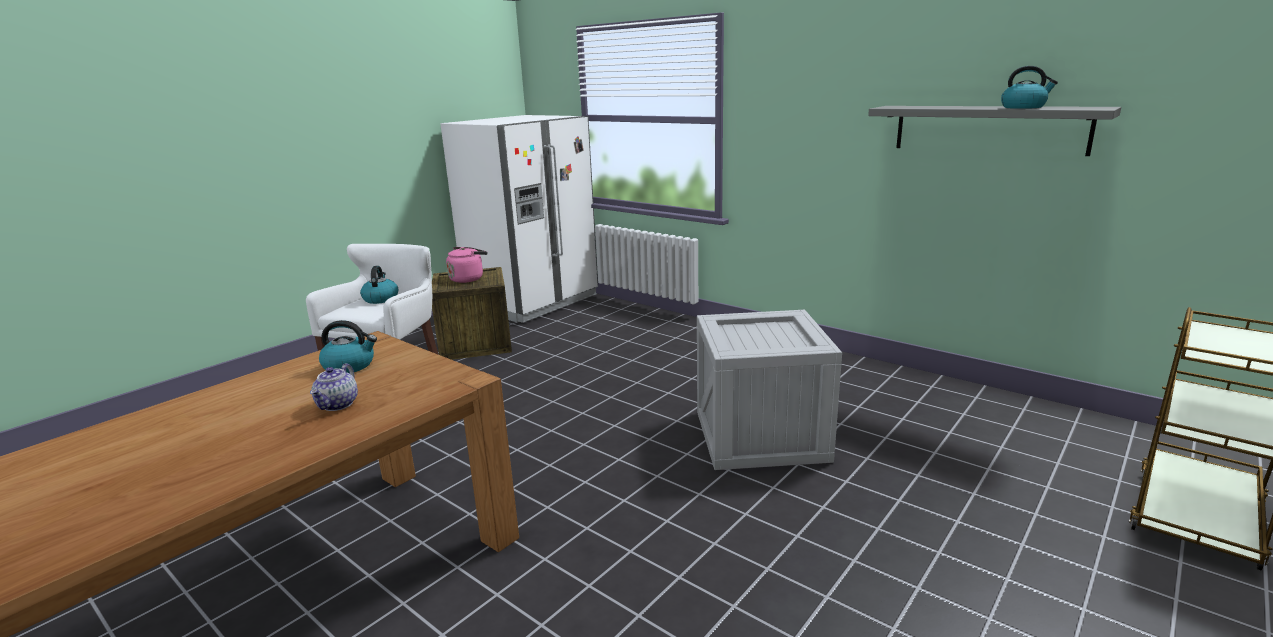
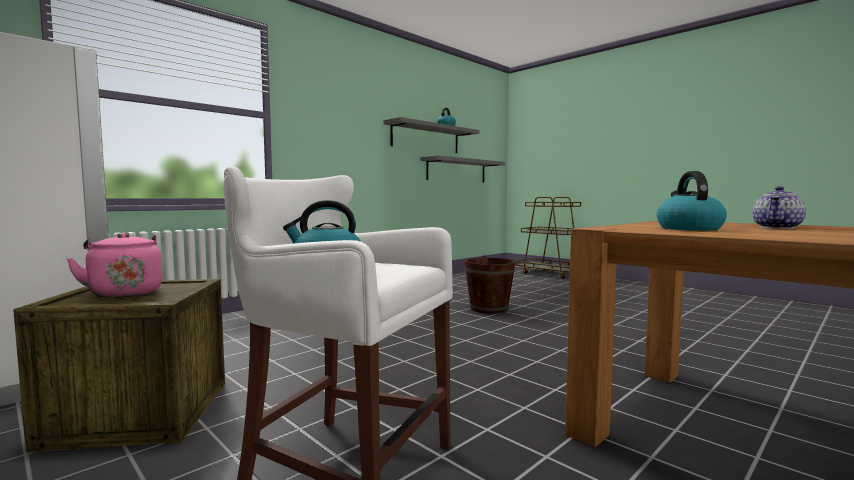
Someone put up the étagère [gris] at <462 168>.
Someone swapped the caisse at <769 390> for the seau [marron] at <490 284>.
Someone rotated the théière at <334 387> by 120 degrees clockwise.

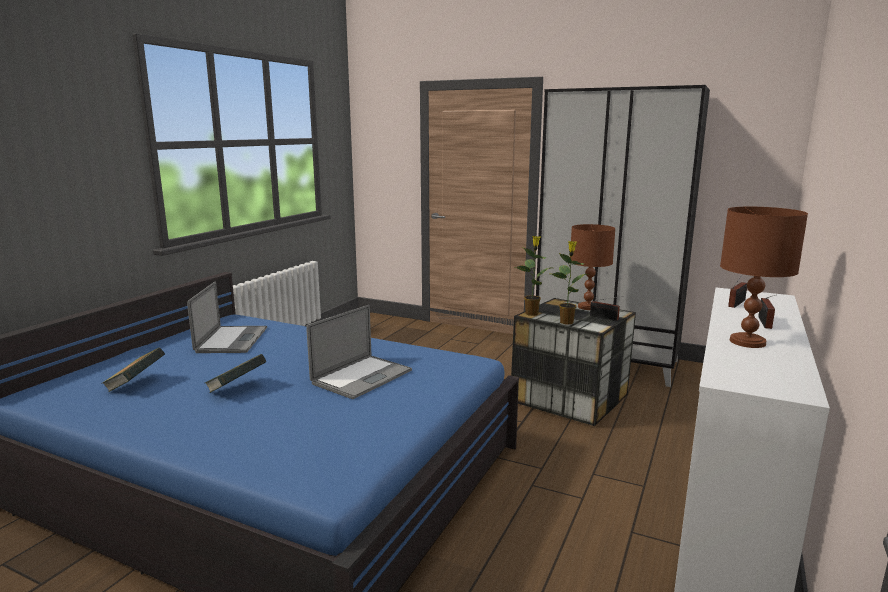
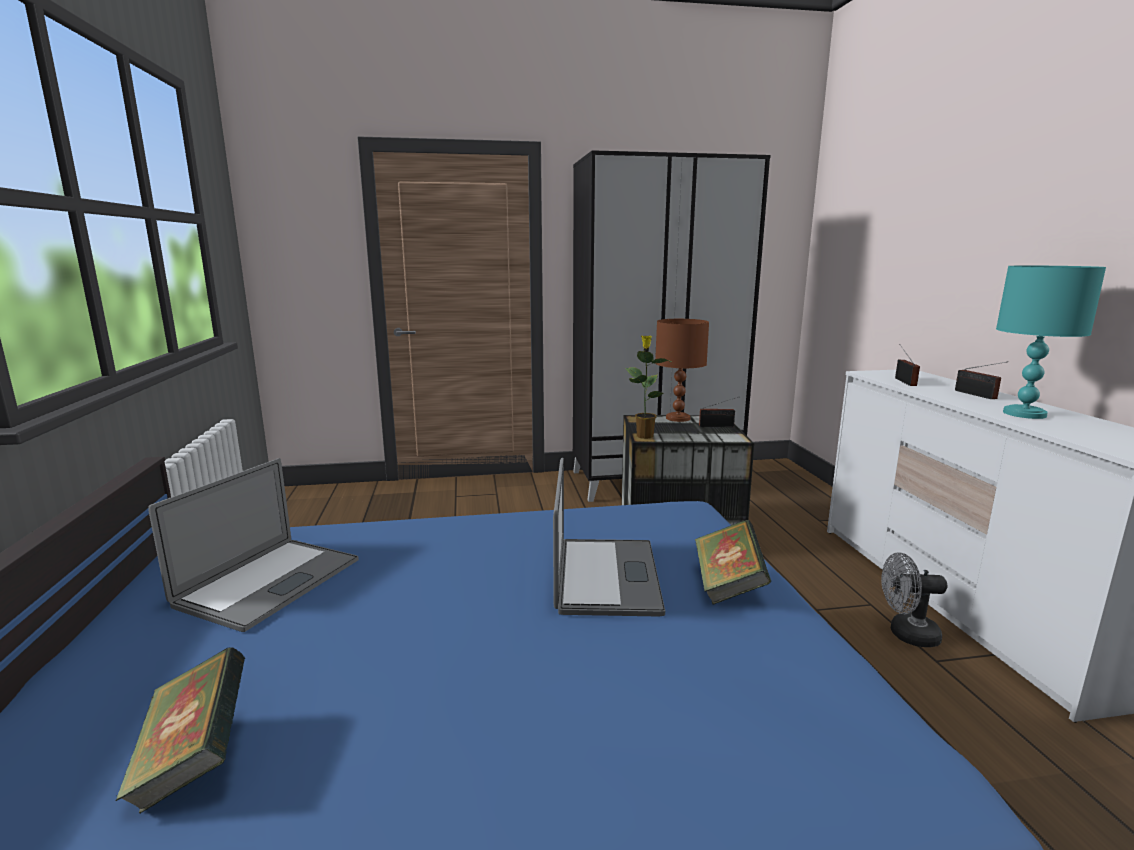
Someone rotated the ordinateur portable at <227 317> by 60 degrees clockwise.
Someone carried the livre from <235 373> to <733 562>.
Someone put down the ventilateur [gris] at <914 600>.
Someone repainted the lampe de table [marron] at <764 277>, which became the lampe de table [turquoise] at <1051 342>.
Someone took away the plante en pot at <568 283>.

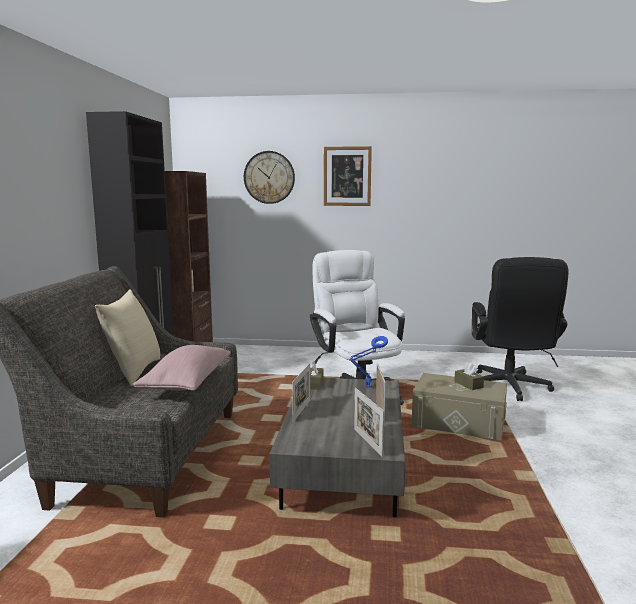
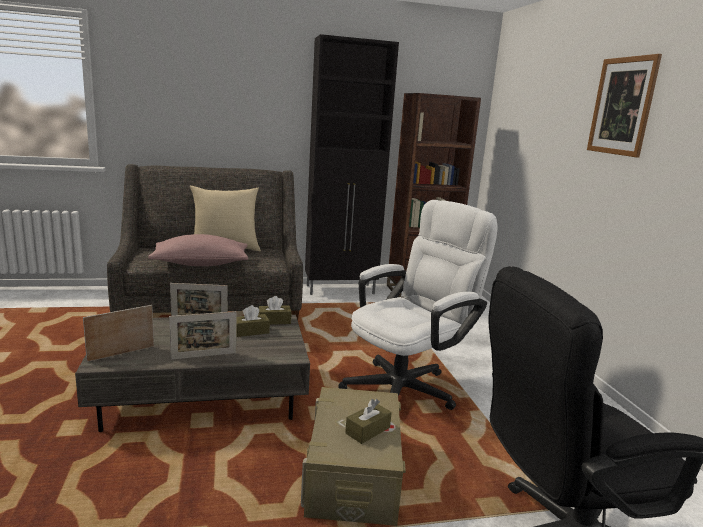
Someone put down the boîte à mouchoirs [marron] at <253 321>.
Someone took away the horloge murale at <269 177>.
Someone took away the lampe de table [bleu] at <369 362>.

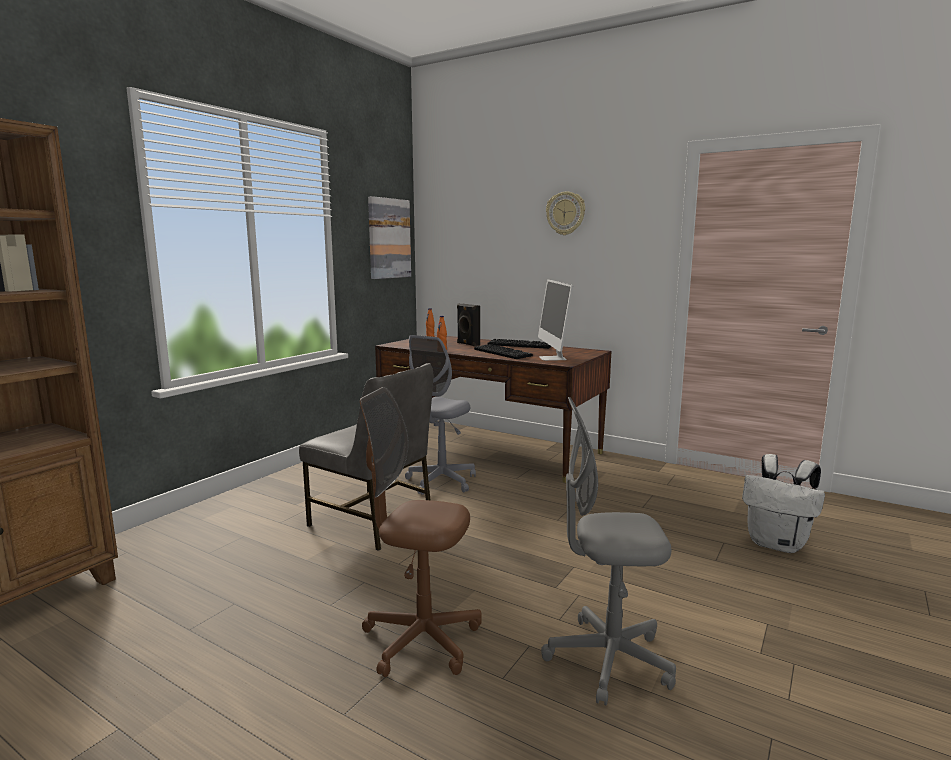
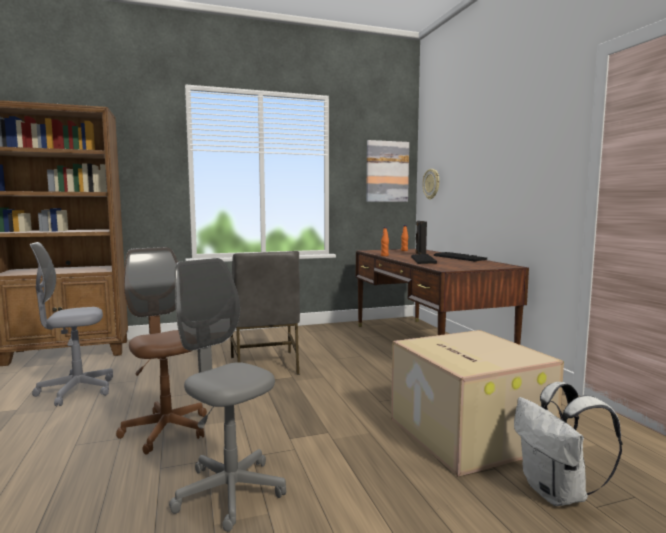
Someone carried the chaise de bureau [gris] from <440 415> to <71 324>.
Someone put down the carton at <477 403>.
Someone carried the horloge murale from <565 213> to <430 184>.
Someone took away the écran d'ordinateur at <555 320>.

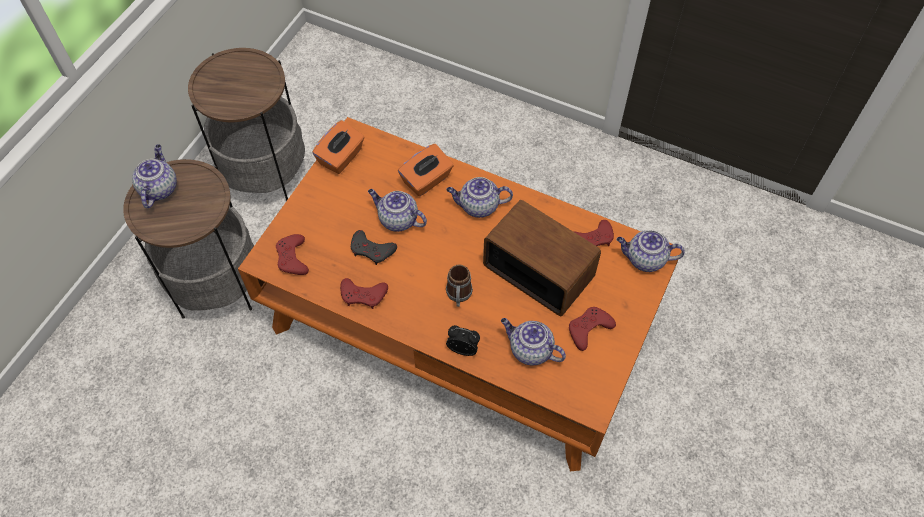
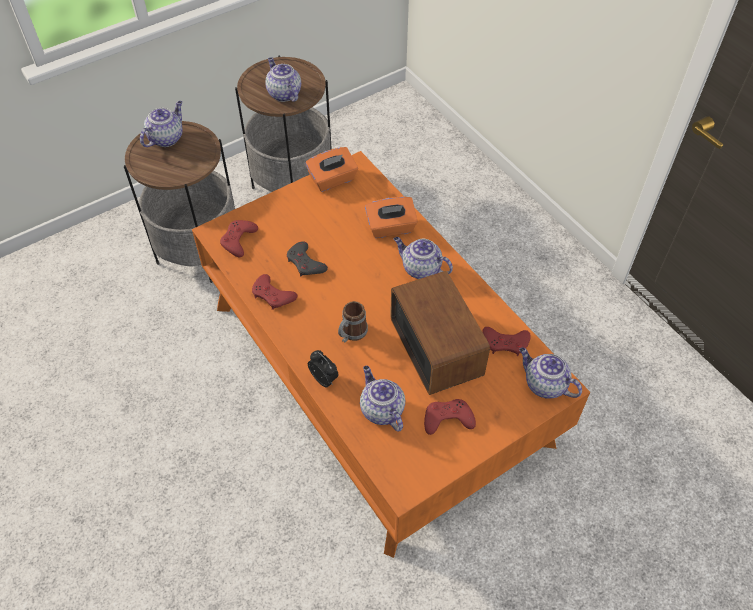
Someone carried the théière from <397 210> to <283 79>.

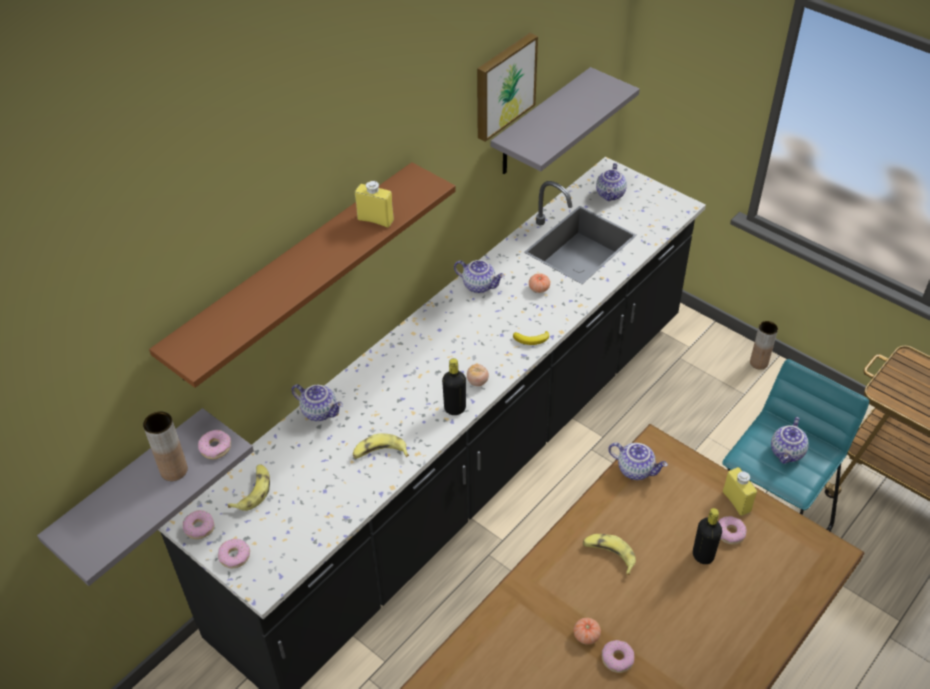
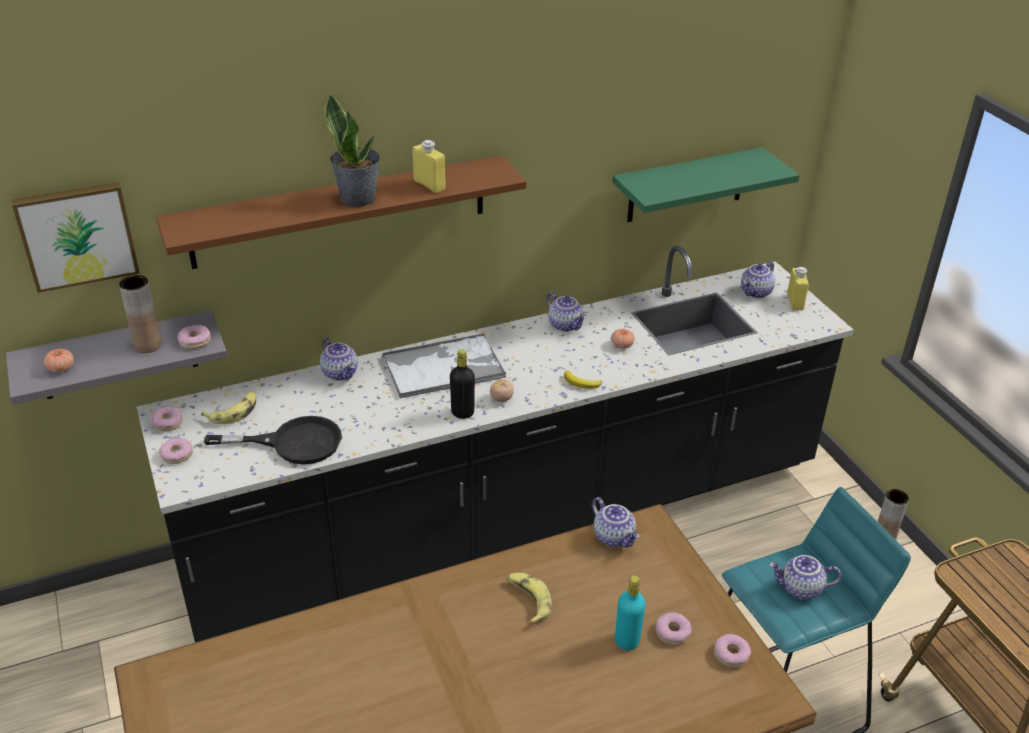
Someone carried the tableau from <507 87> to <76 237>.
Someone carried the tomate from <587 631> to <59 361>.
Someone put down the poêle [noir] at <273 440>.
Someone put down the plante en pot at <353 150>.
Someone put down the plateau at <444 365>.
Someone repainted the étagère [gris] at <565 120>, which became the étagère [vert] at <705 184>.
Someone repainted the bouteille [noir] at <707 536>, which became the bouteille [turquoise] at <630 612>.
Someone carried the beignet from <618 656> to <732 651>.
Someone rotated the théière at <790 440> by 45 degrees clockwise.
Someone carried the bouteille [jaune] from <740 491> to <798 288>.
Someone took away the banane at <381 446>.

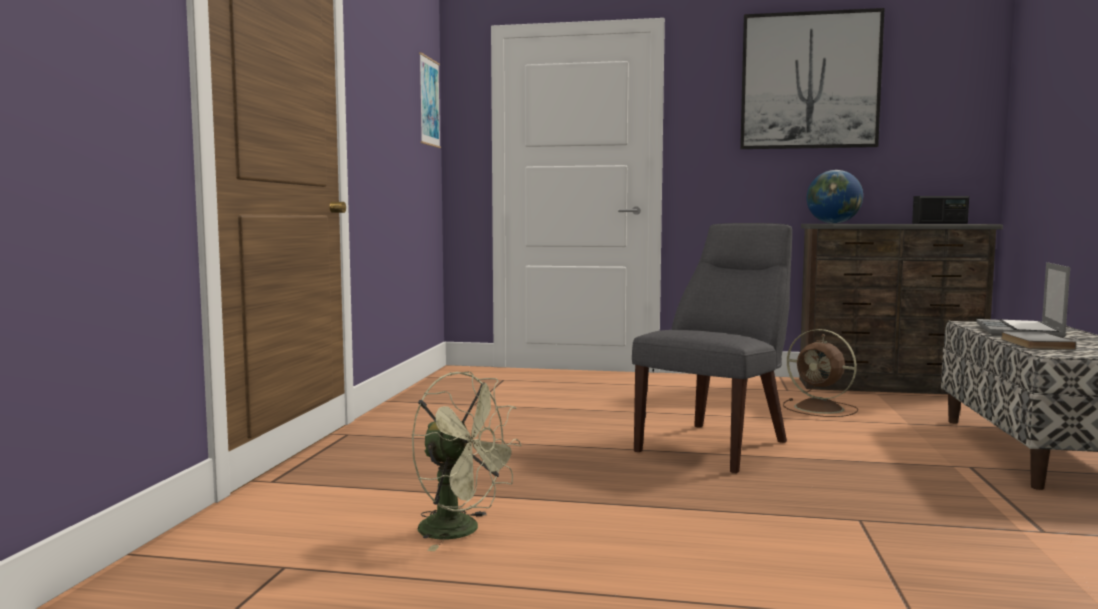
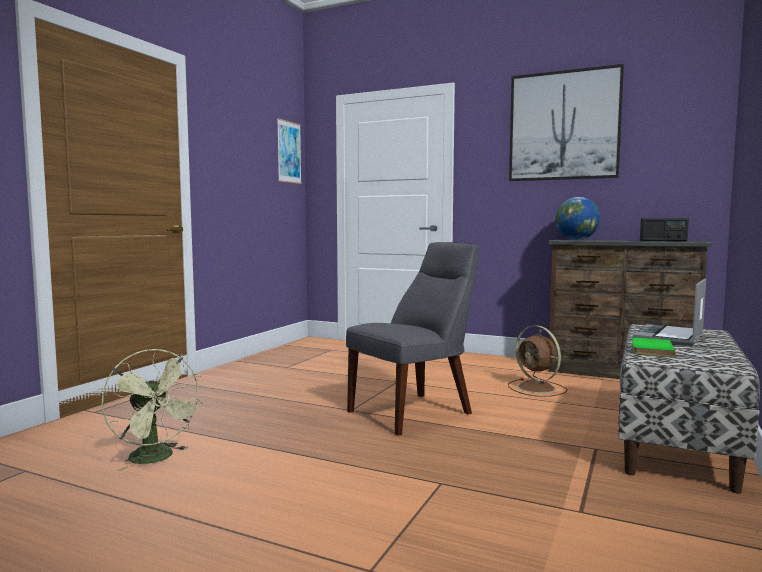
Someone repainted the livre [gris] at <1038 340>, which became the livre [vert] at <653 347>.

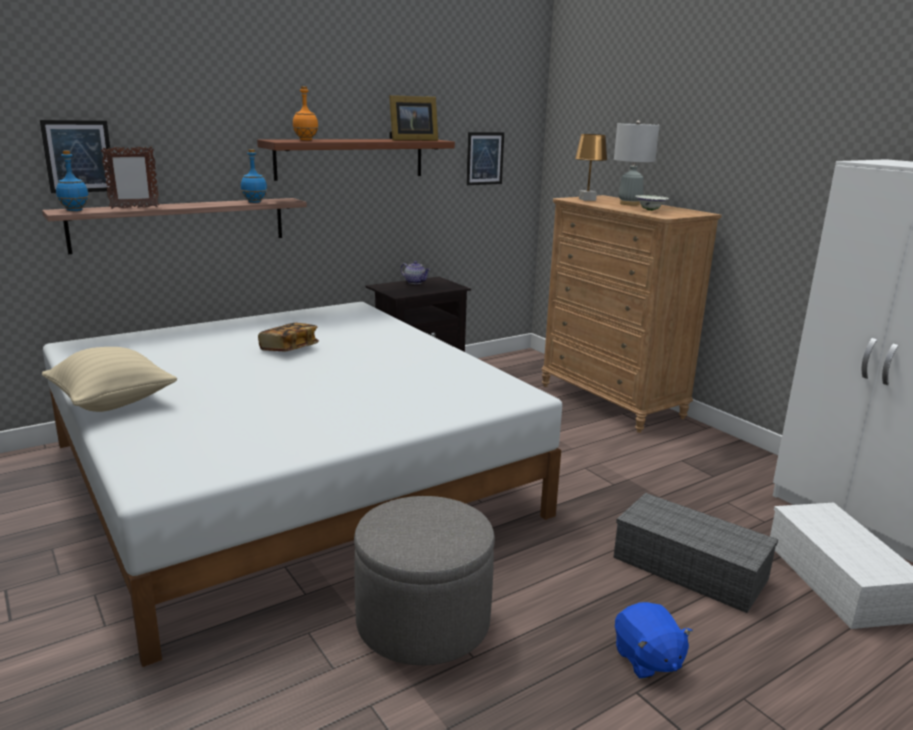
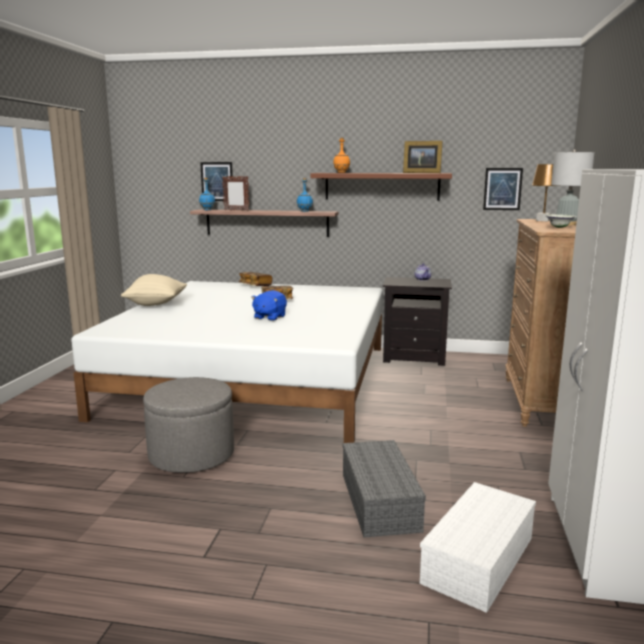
Someone put down the livre at <255 279>.
Someone carried the peluche [bleu] from <654 640> to <269 305>.

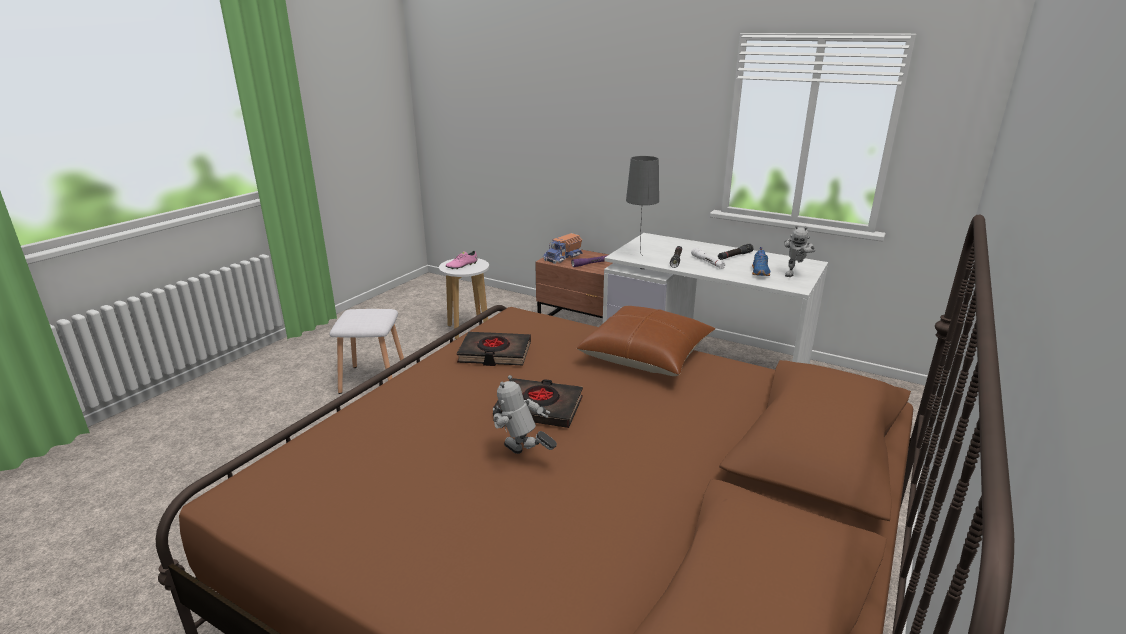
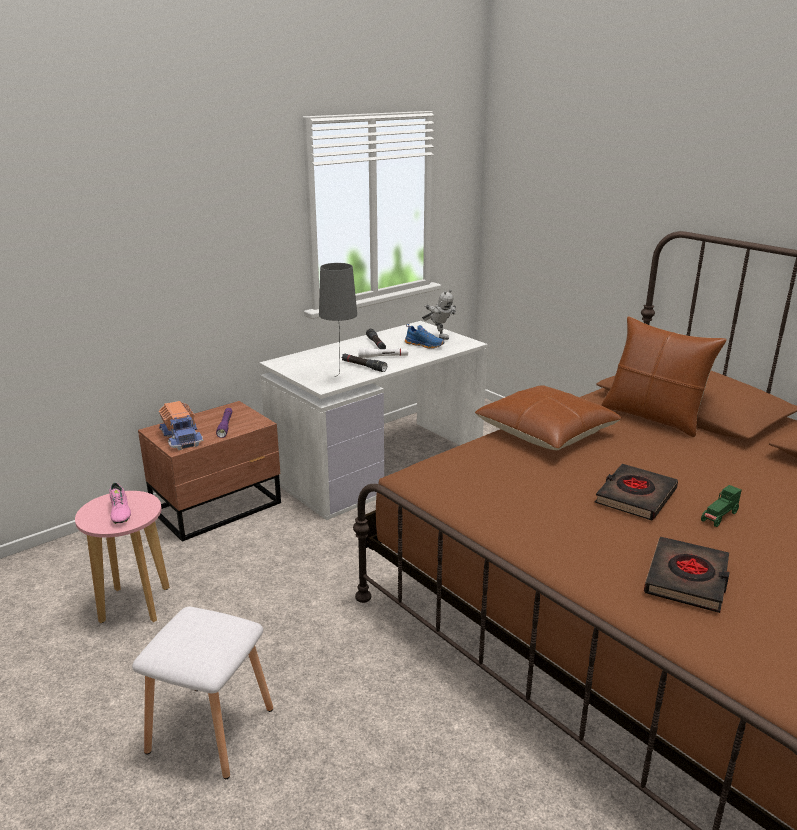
Someone repainted the tabouret [blanc] at <464 298>, which became the tabouret [rose] at <122 557>.
Someone put down the coussin [marron] at <664 376>.
Someone carried the livre [noir] from <494 349> to <686 575>.
Someone swapped the robot jouet at <525 414> for the petite voiture [vert] at <721 506>.

